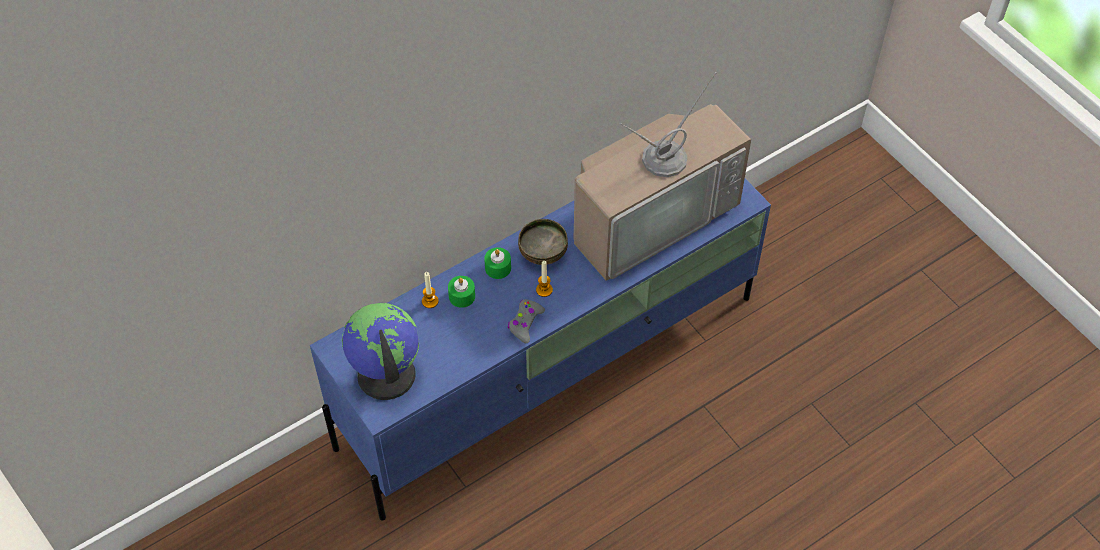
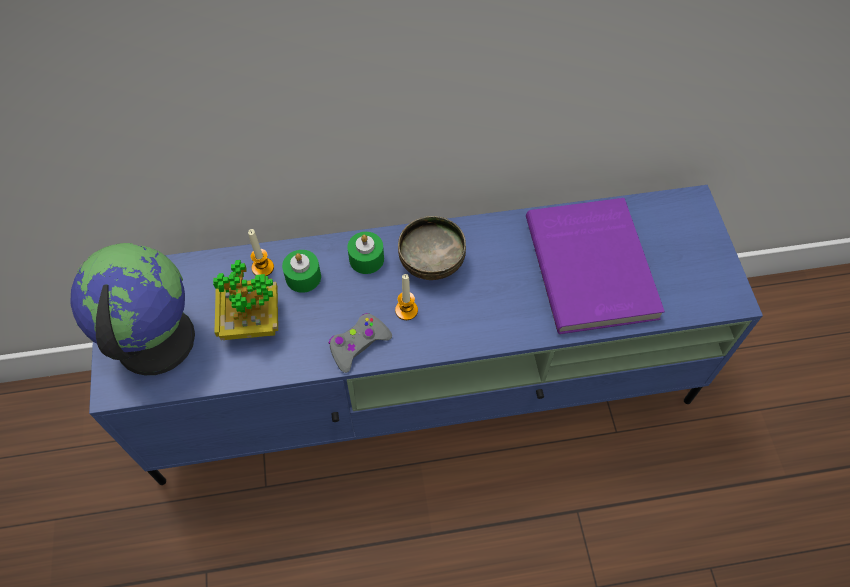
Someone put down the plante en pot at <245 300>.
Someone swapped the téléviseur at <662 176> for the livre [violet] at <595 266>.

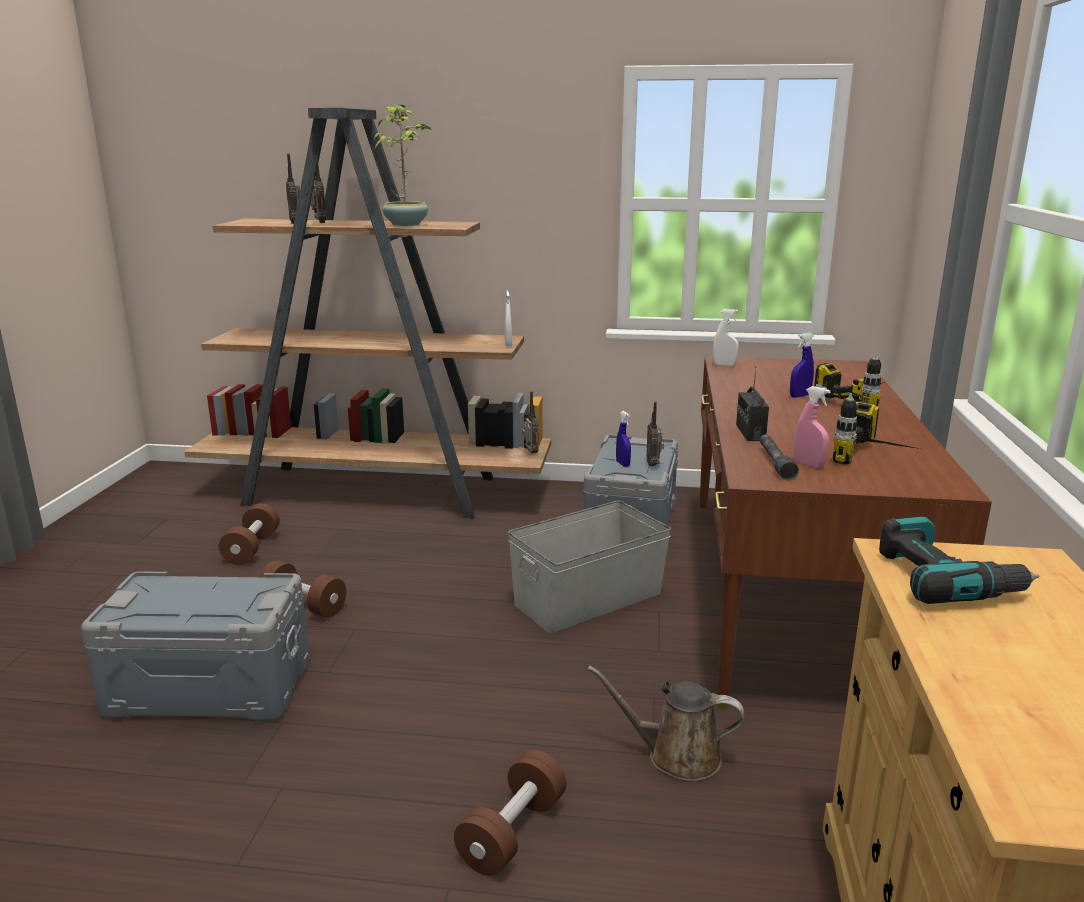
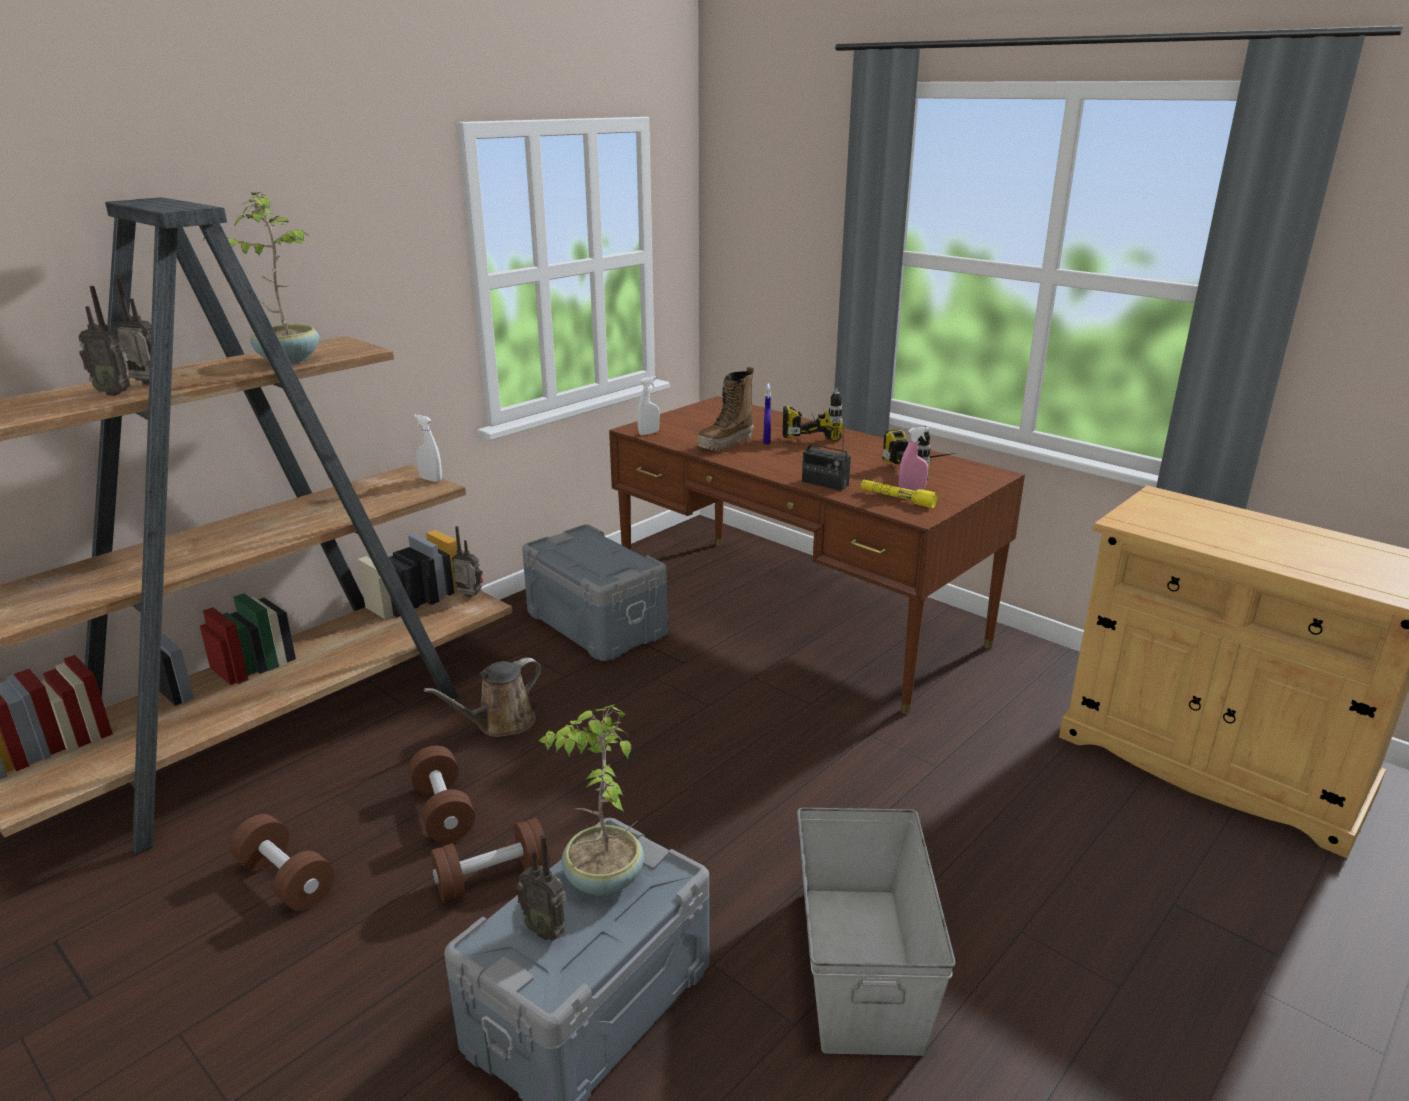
Someone carried the haltère [marron] from <510 813> to <442 794>.
Someone carried the arrosoir [marron] from <665 723> to <482 697>.
Someone carried the radio from <655 434> to <541 888>.
Someone put down the plante en pot at <591 800>.
Someone put down the botte at <725 408>.
Someone carried the boîte de rangement [gris] from <589 567> to <876 932>.
Someone repainted the lampe de poche [gris] at <779 457>, which became the lampe de poche [jaune] at <899 494>.
Someone took away the vaporisateur [bleu] at <623 439>.
Someone took away the perceuse at <959 560>.

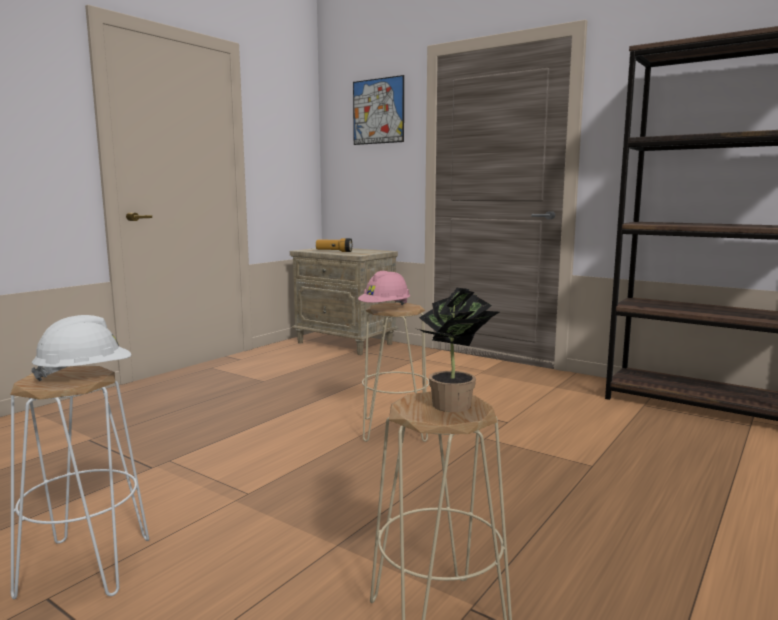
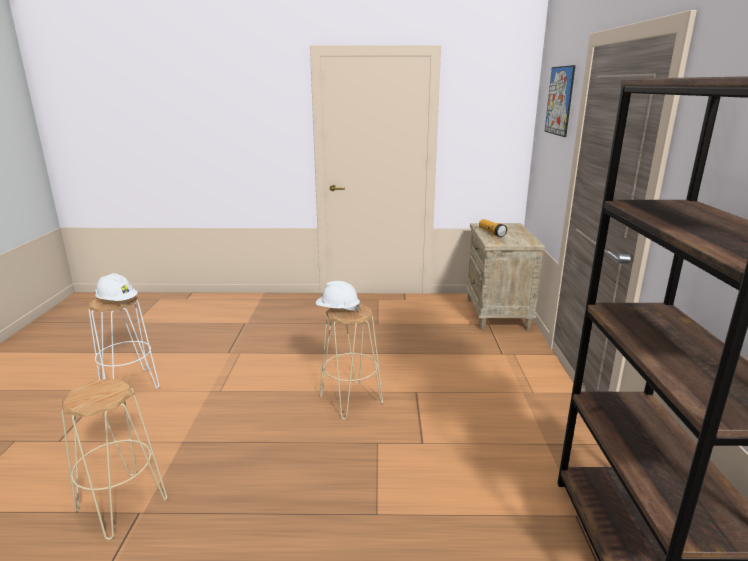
Someone repainted the casque de chantier [rose] at <384 288>, which became the casque de chantier [blanc] at <338 296>.
Someone took away the plante en pot at <456 350>.

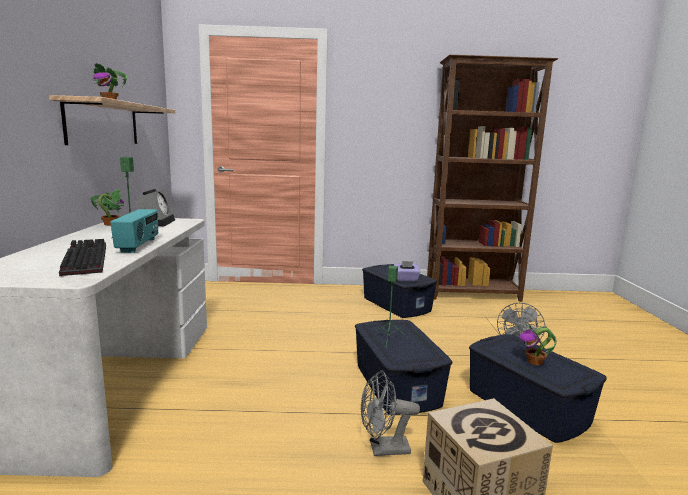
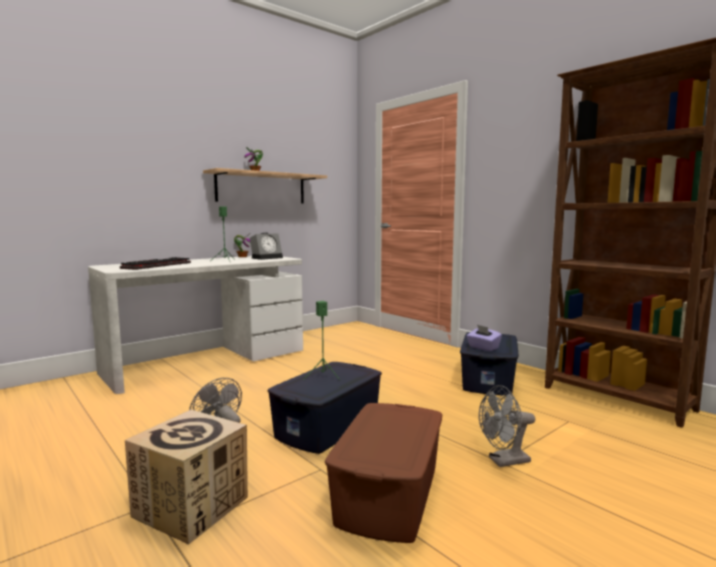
Someone repainted the boîte de rangement [bleu] at <538 388>, which became the boîte de rangement [marron] at <383 473>.
Someone took away the radio at <134 231>.
Someone took away the plante en pot at <538 344>.

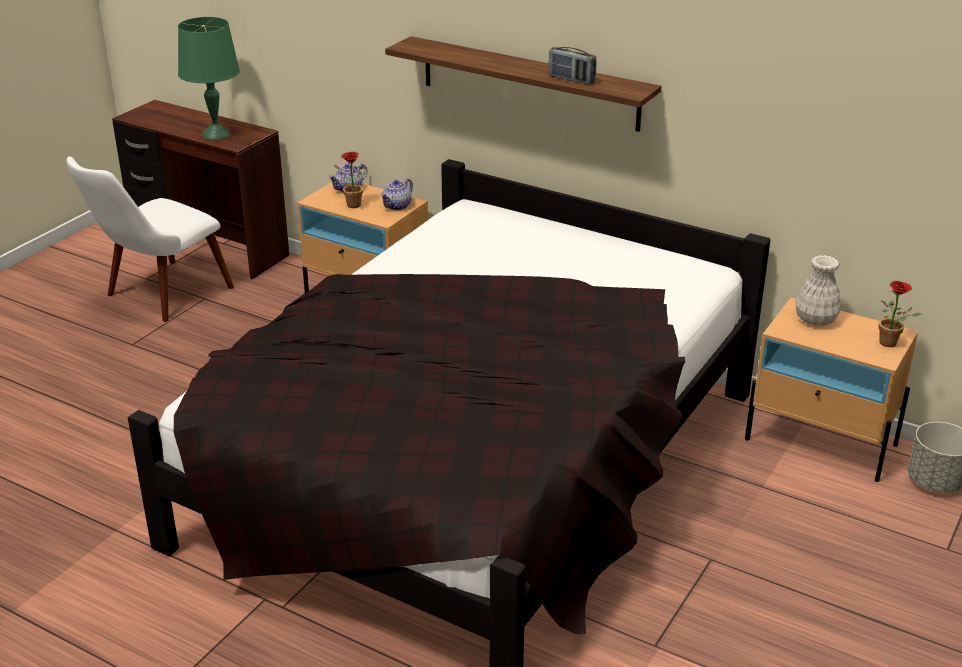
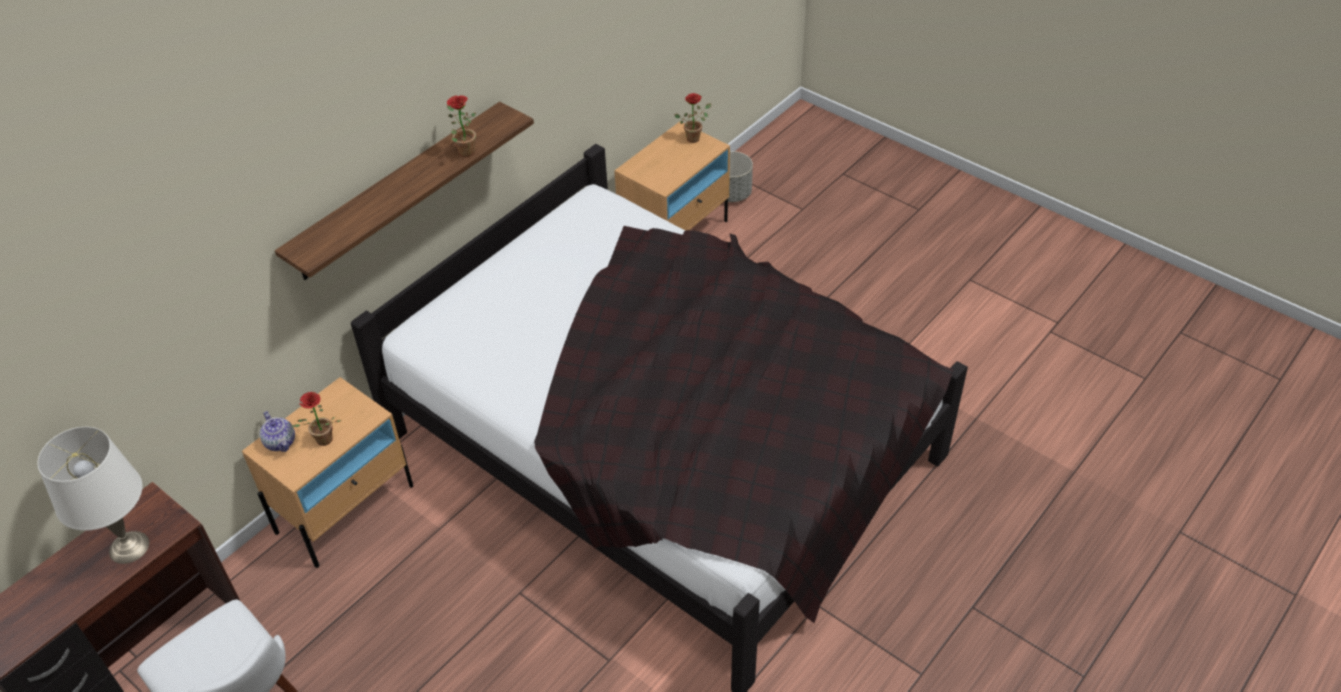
Someone repainted the lampe de table [vert] at <209 78>, which became the lampe de table [blanc] at <93 495>.
Someone swapped the radio at <572 66> for the plante en pot at <461 126>.
Someone took away the théière at <396 194>.
Someone took away the vase [blanc] at <818 291>.

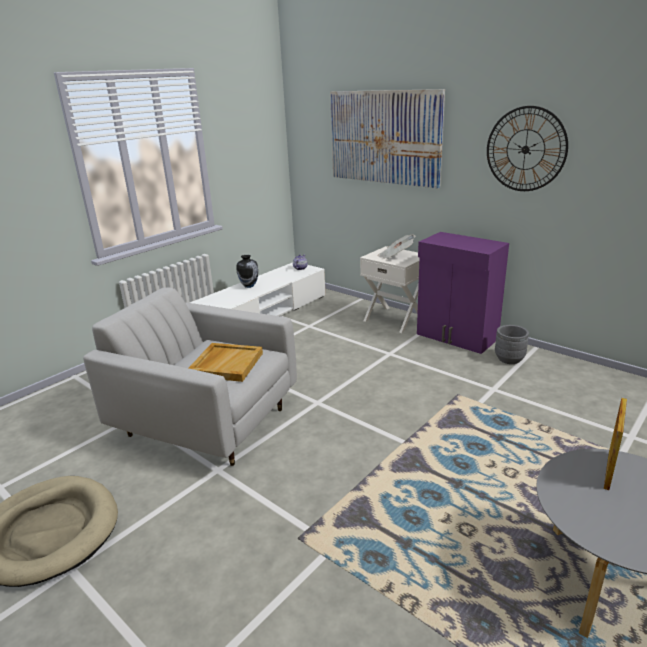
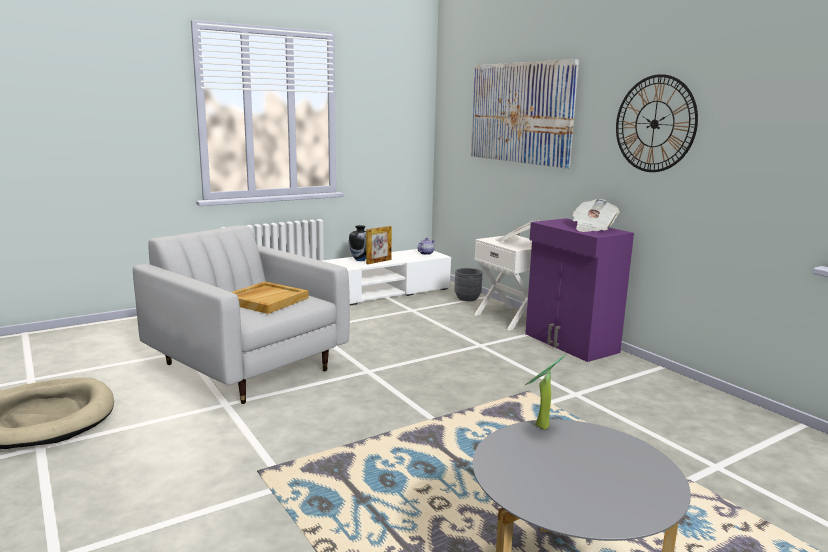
Someone carried the cadre photo from <615 444> to <379 245>.
Someone carried the cache-pot [gris] from <512 344> to <468 284>.
Someone put down the plante en pot at <545 392>.
Someone put down the journal at <596 215>.

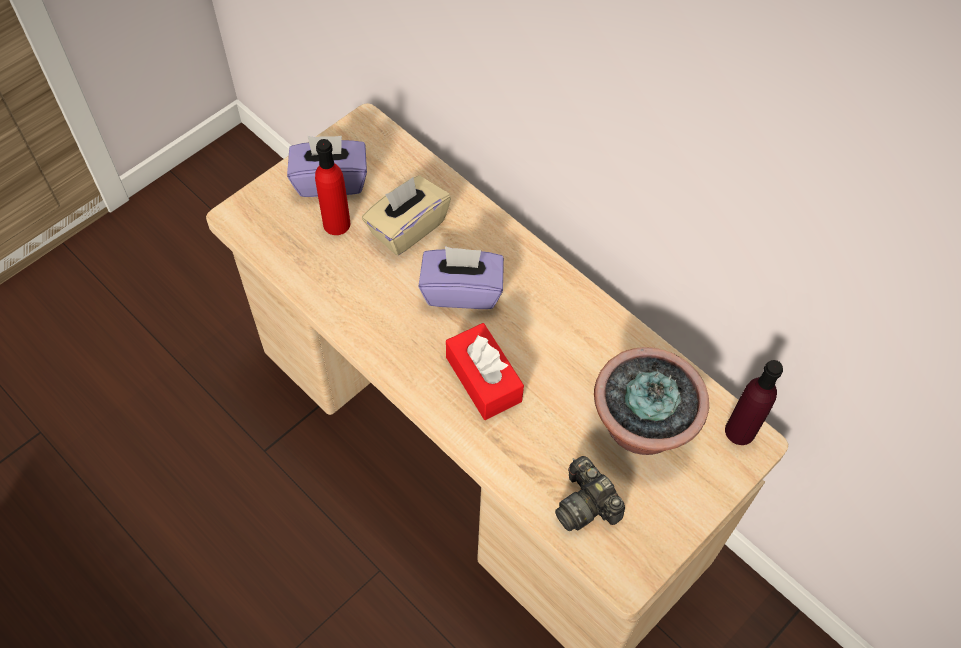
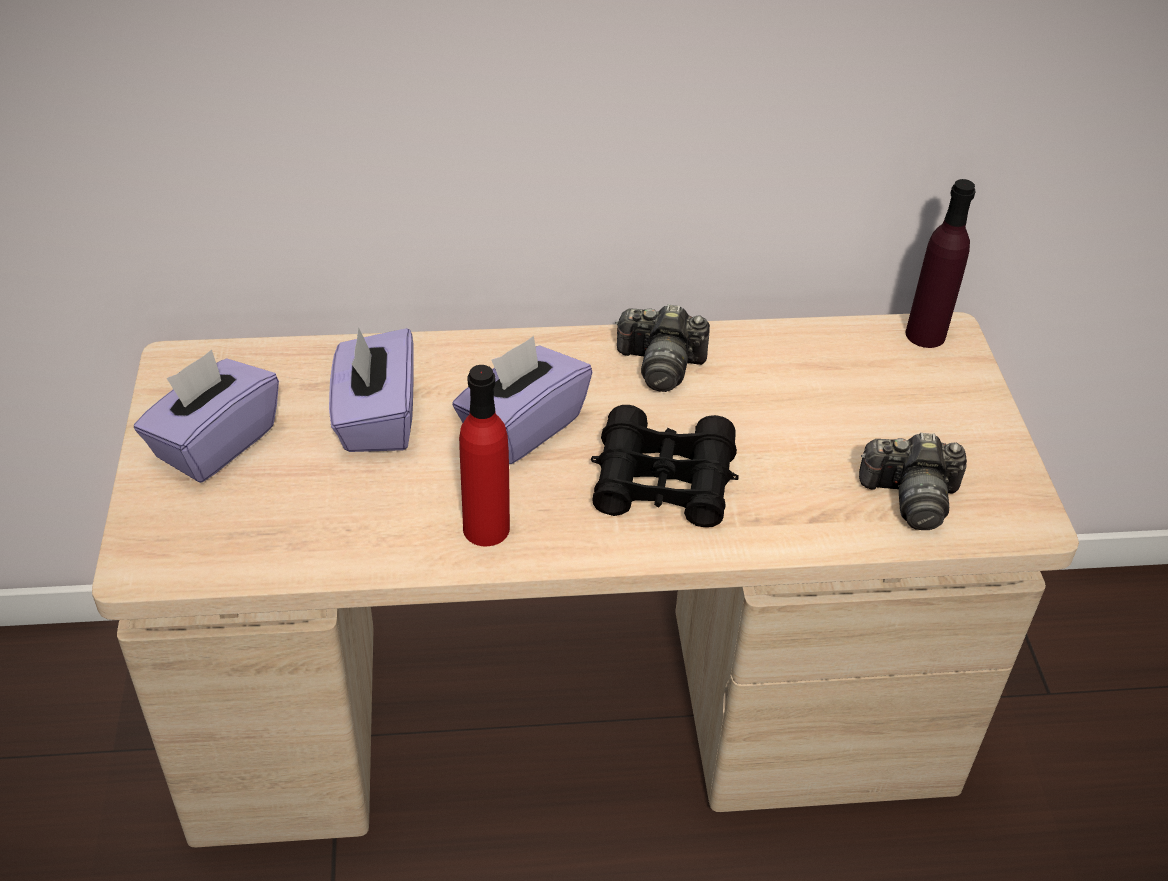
Someone repainted the boîte à mouchoirs [beige] at <406 215>, which became the boîte à mouchoirs [violet] at <371 389>.
Someone carried the bouteille [rouge] from <332 187> to <484 455>.
Someone swapped the boîte à mouchoirs [rouge] at <485 371> for the jumelles [noir] at <665 466>.
Someone put down the appareil photo at <662 348>.
Someone took away the plante en pot at <651 401>.

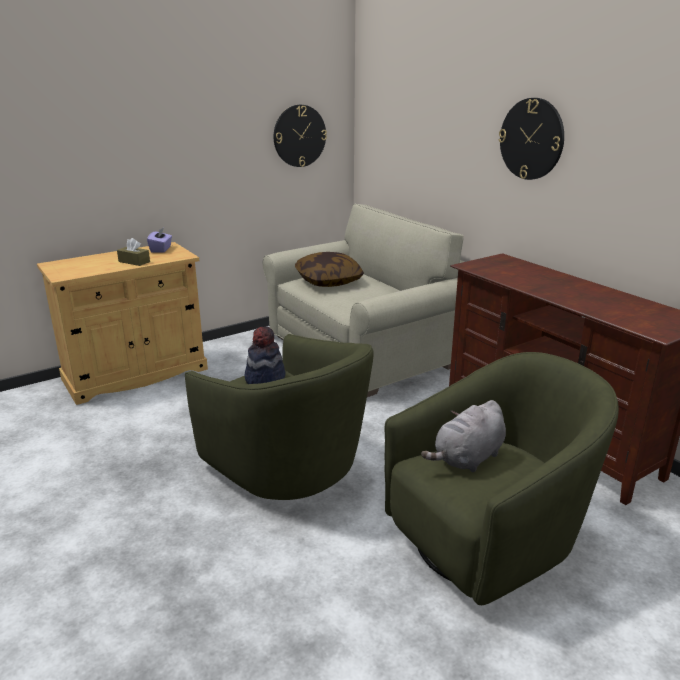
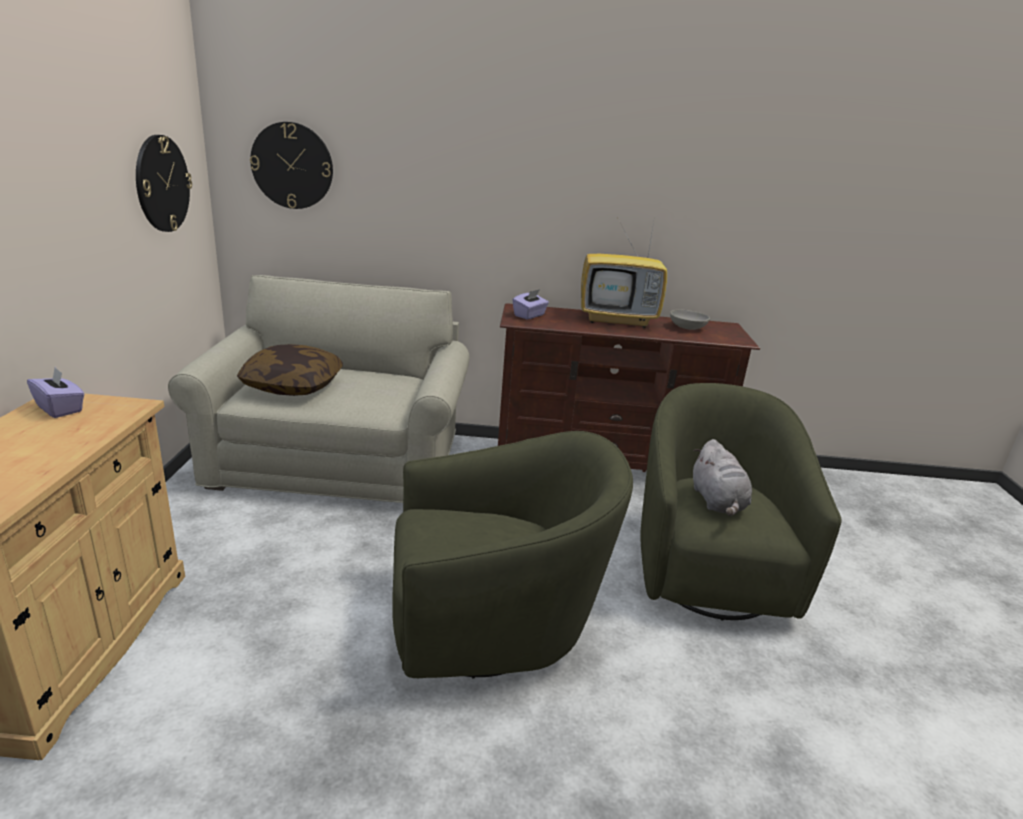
Someone carried the horloge murale from <531 139> to <291 165>.
Someone put down the boîte à mouchoirs [violet] at <531 304>.
Someone put down the téléviseur at <624 272>.
Someone put down the bol [gris] at <690 319>.
Someone took away the boîte à mouchoirs [marron] at <133 252>.
Someone took away the chapeau at <265 355>.

